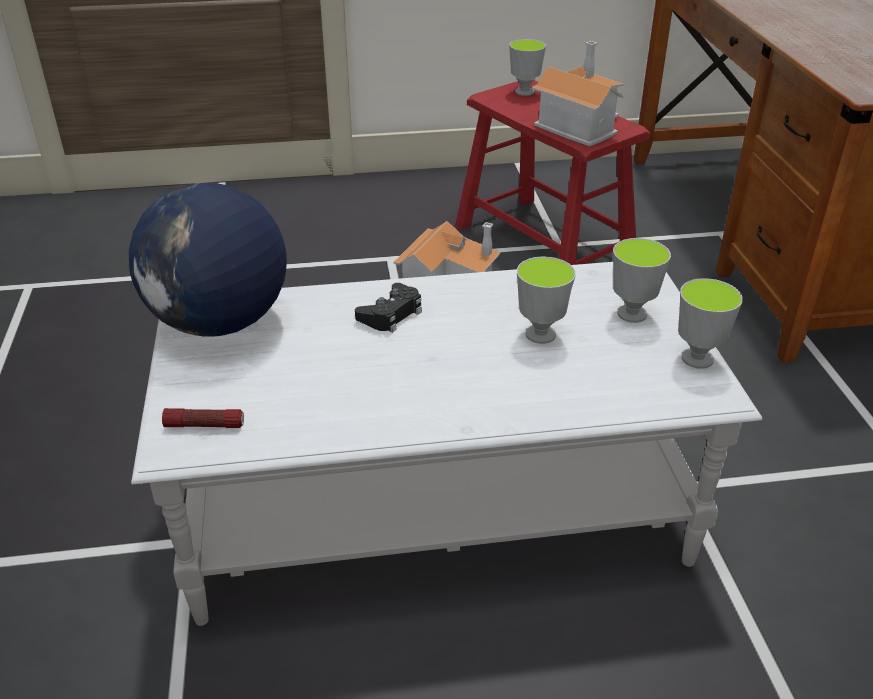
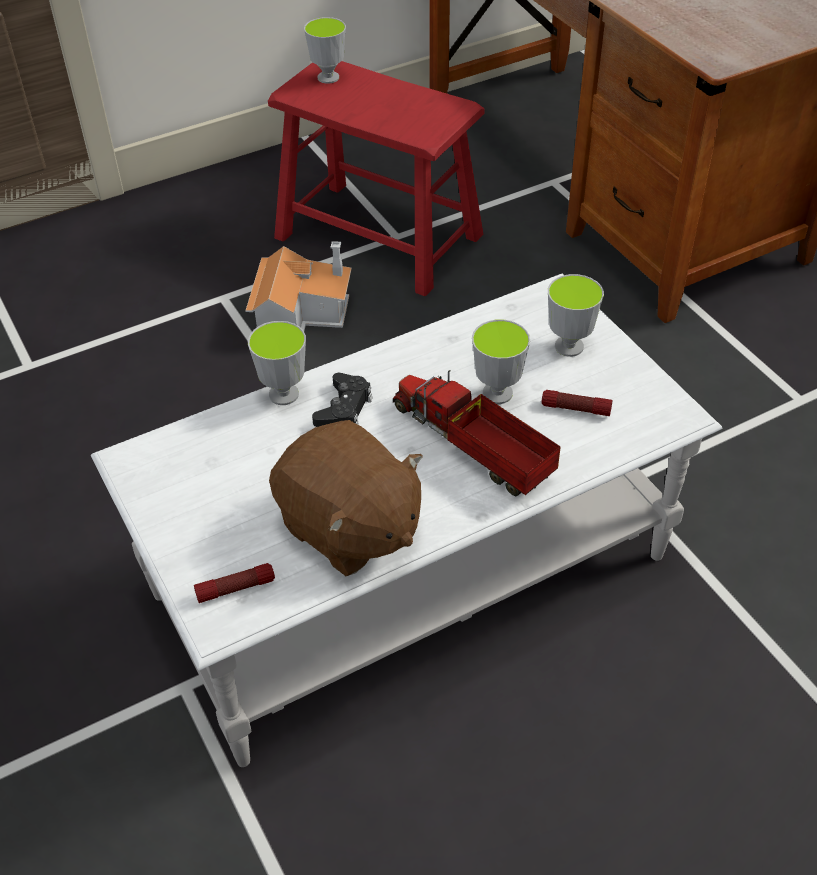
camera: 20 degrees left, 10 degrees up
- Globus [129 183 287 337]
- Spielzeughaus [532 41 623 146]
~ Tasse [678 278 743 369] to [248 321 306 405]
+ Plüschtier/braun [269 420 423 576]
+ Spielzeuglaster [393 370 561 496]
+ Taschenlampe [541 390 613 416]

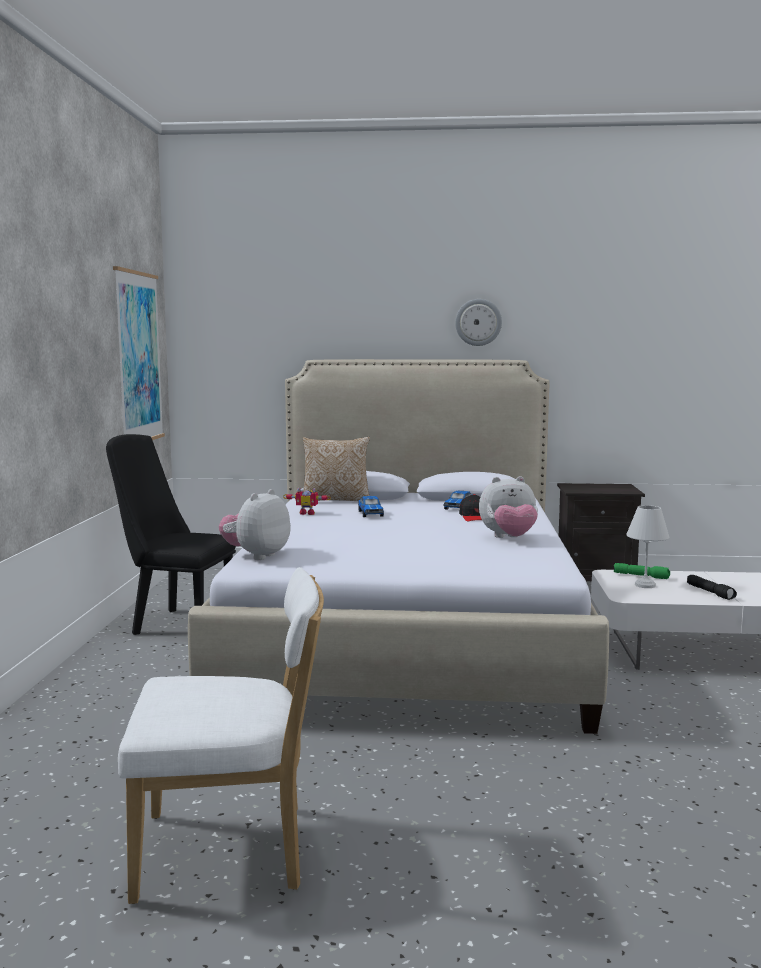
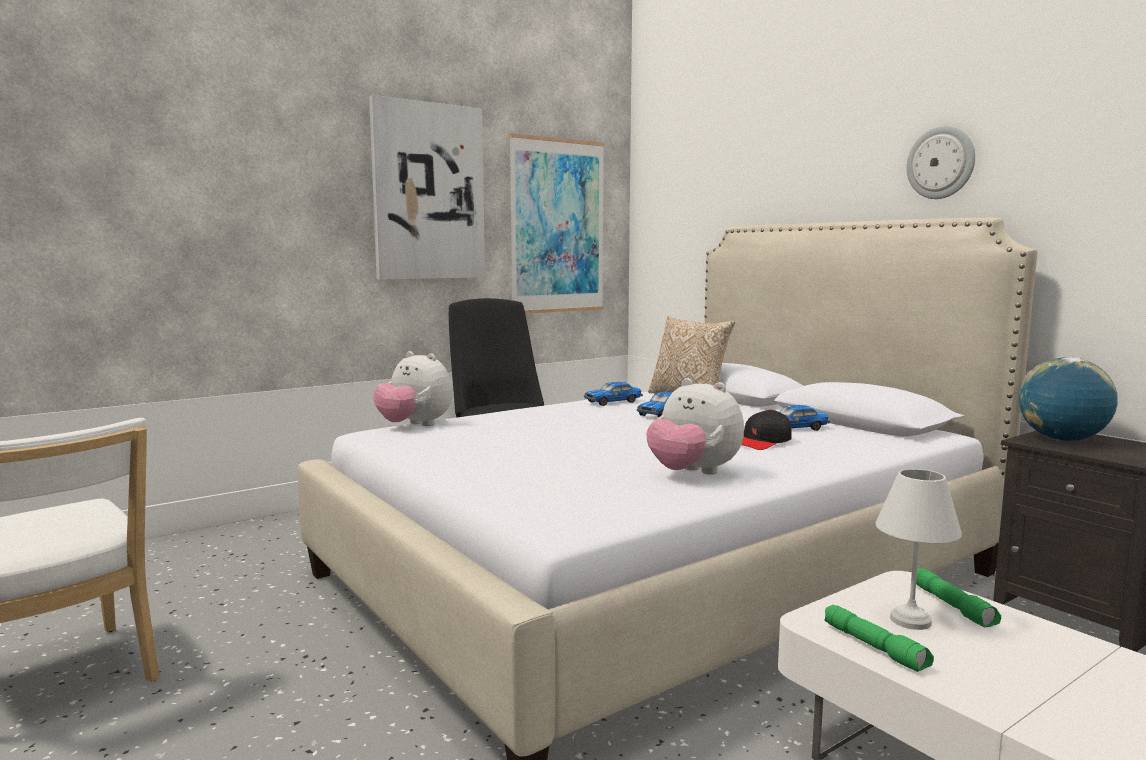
camera: 50 degrees right, 0 degrees up
~ Plüschtier [219 489 290 560] = [373 351 453 426] 135 degrees counterclockwise
~ Spielzeugroboter [284 487 331 515] to Spielzeugauto [584 382 643 406]
- Taschenlampe/schwarz [687 575 737 600]
+ Bild [369 95 485 280]
+ Taschenlampe/grün [825 605 934 672]
+ Globus [1019 357 1118 441]

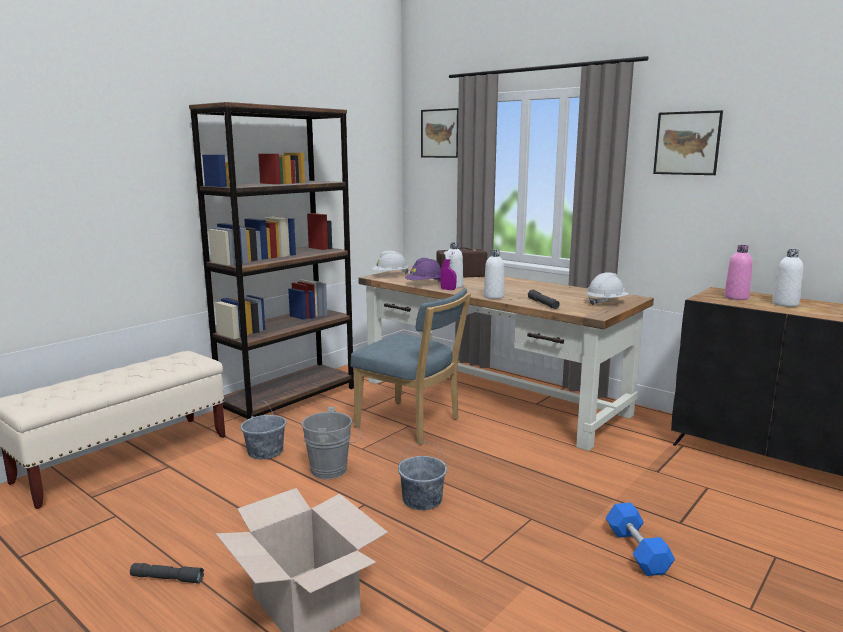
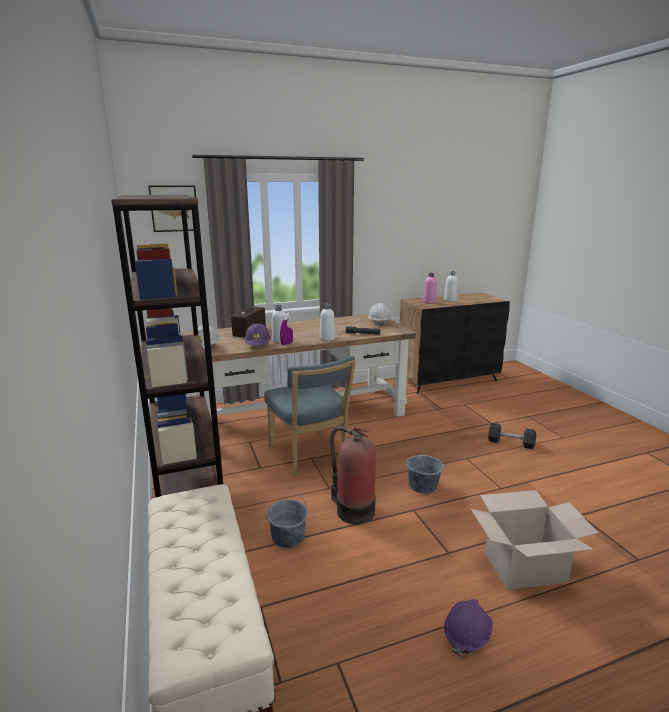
camera: 60 degrees left, 5 degrees up
~ Taschenlampe/grau [130 563 204 584] to Schutzhelm/lila [444 599 493 657]
~ Eimer/grau [302 407 361 479] to Feuerlöscher [330 426 376 525]
~ Stuhl/blau [350 288 471 444] = [264 356 356 476] 90 degrees clockwise
~ Hantel/blau [606 503 675 576] to Hantel/grau [488 423 536 449]
- Bild [653 110 723 175]

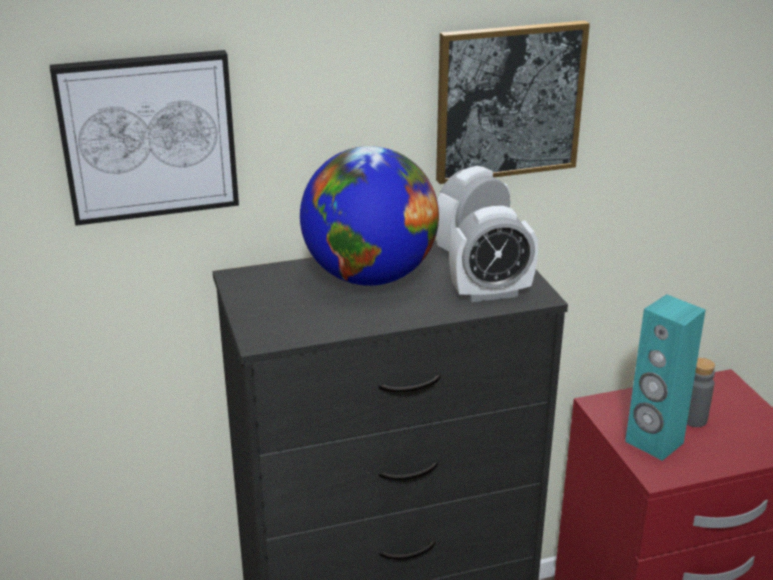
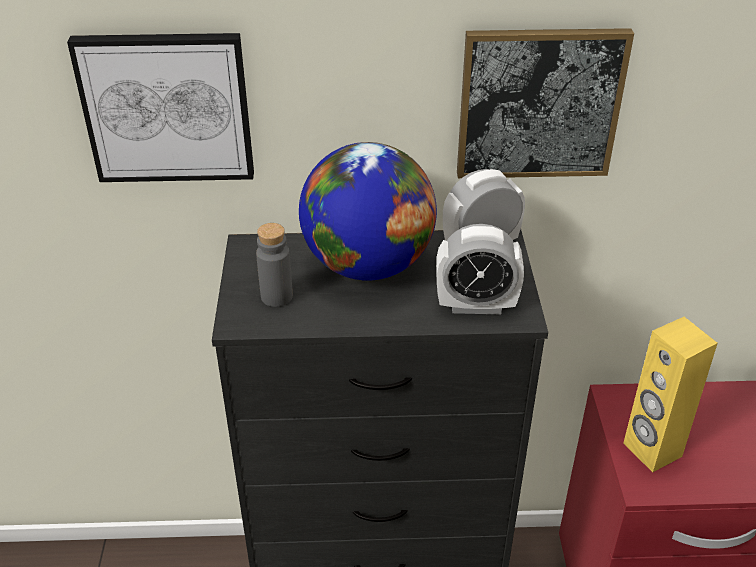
camera: 15 degrees right, 10 degrees up
~ Lautsprecher/türkis [625 294 706 461] to Lautsprecher/gelb [623 317 718 472]
~ Flasche/grau [687 358 715 427] to [256 223 293 307]

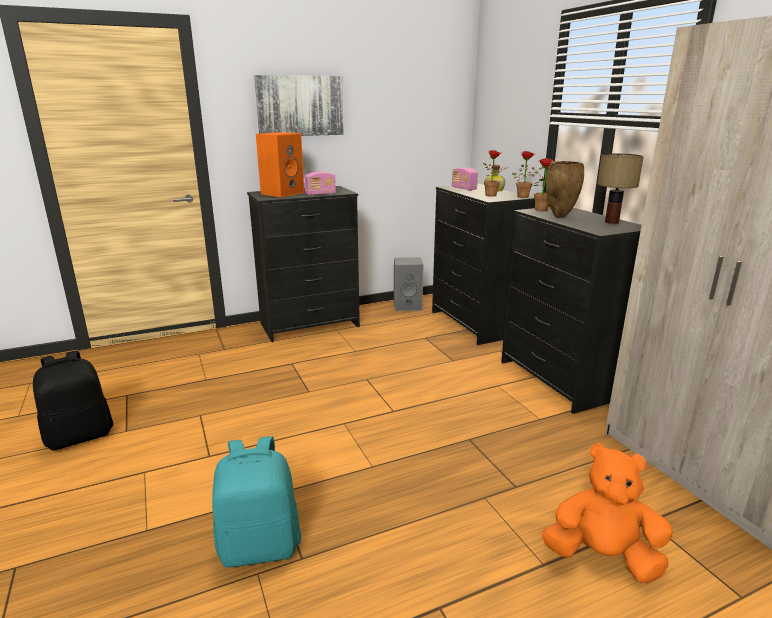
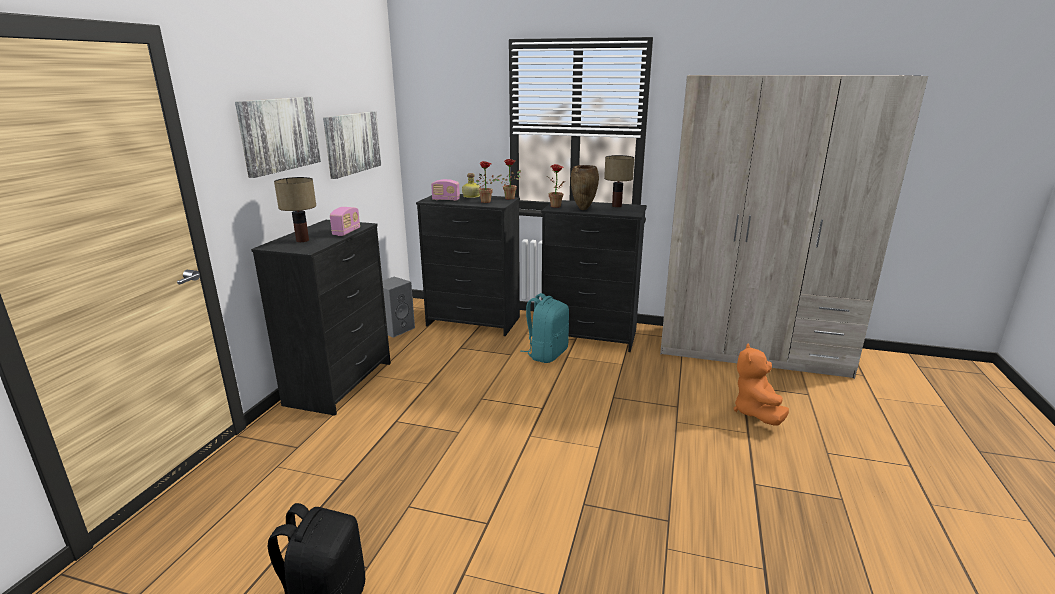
camera: 50 degrees left, 0 degrees up
~ Rucksack/türkis [212 436 301 568] to [520 293 569 363]
~ Lautsprecher/orange [256 132 304 197] to Tischlampe [274 177 316 242]
~ Plüschtier/orange [542 443 672 583] = [733 343 789 426] 45 degrees counterclockwise
+ Bild [323 111 381 179]

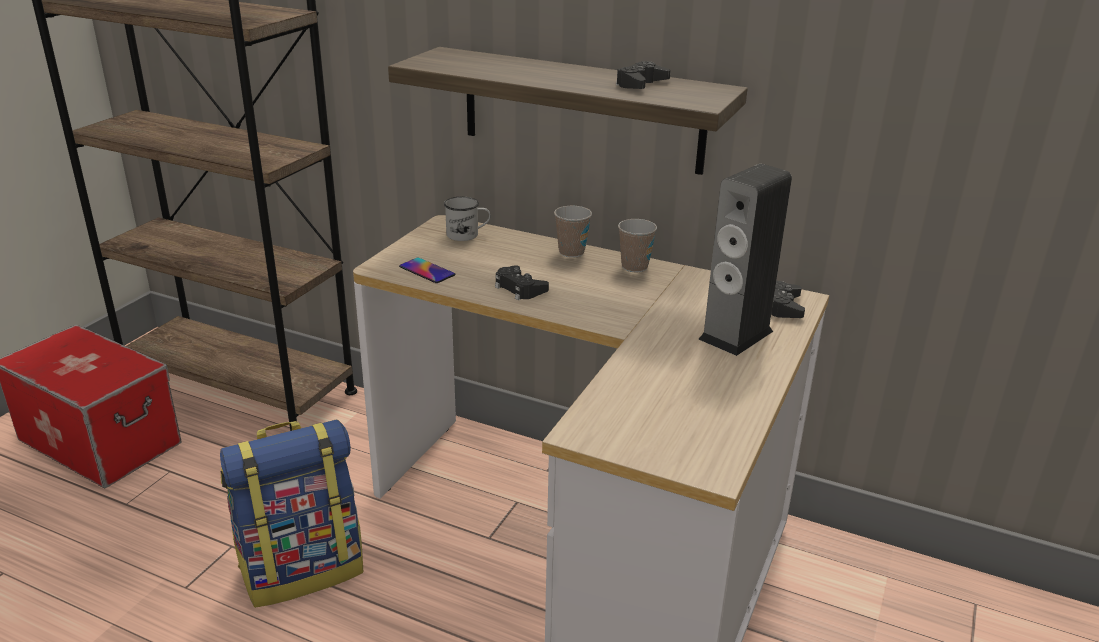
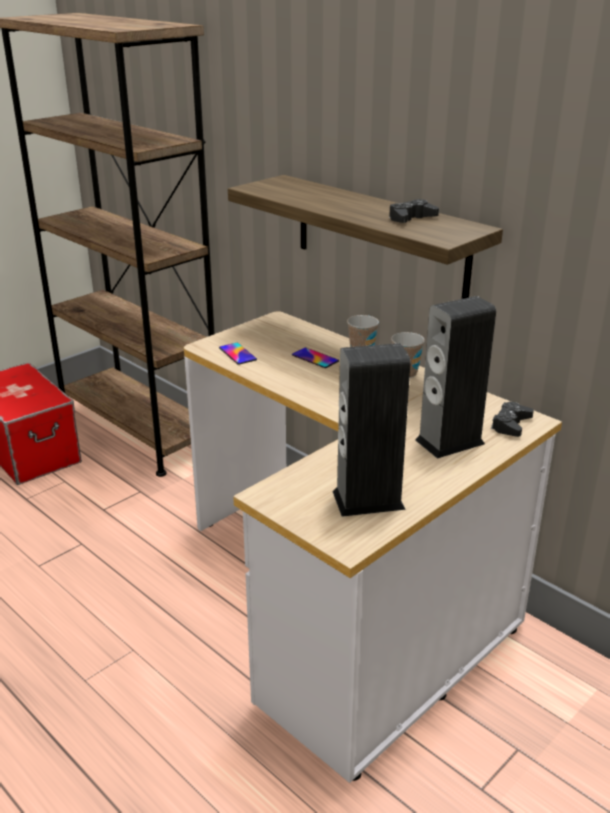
camera: 20 degrees right, 0 degrees up
- Rucksack [220 419 364 608]
- Henkelbecher/weiß [444 197 491 241]
- Gamepad/schwarz [495 265 549 301]
+ Handy [292 348 339 368]
+ Lautsprecher [332 343 410 517]

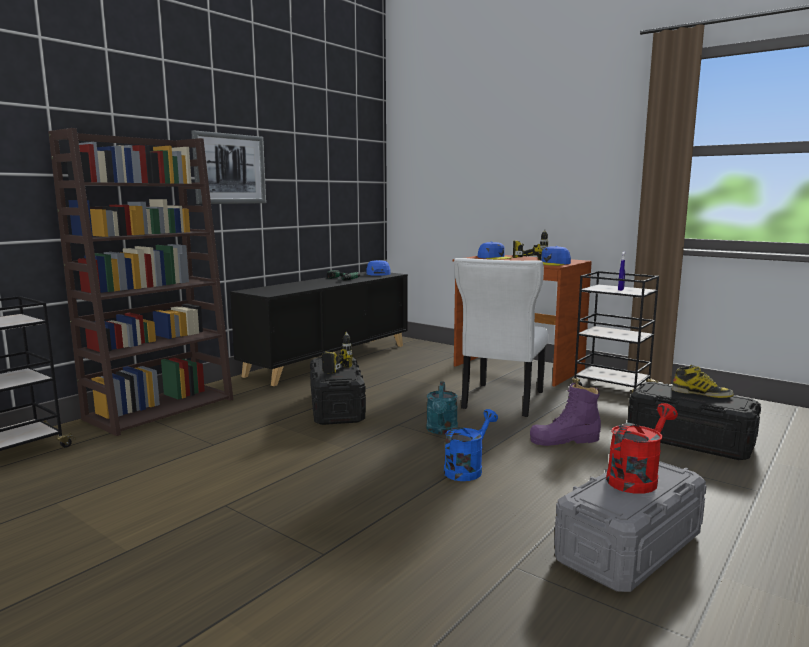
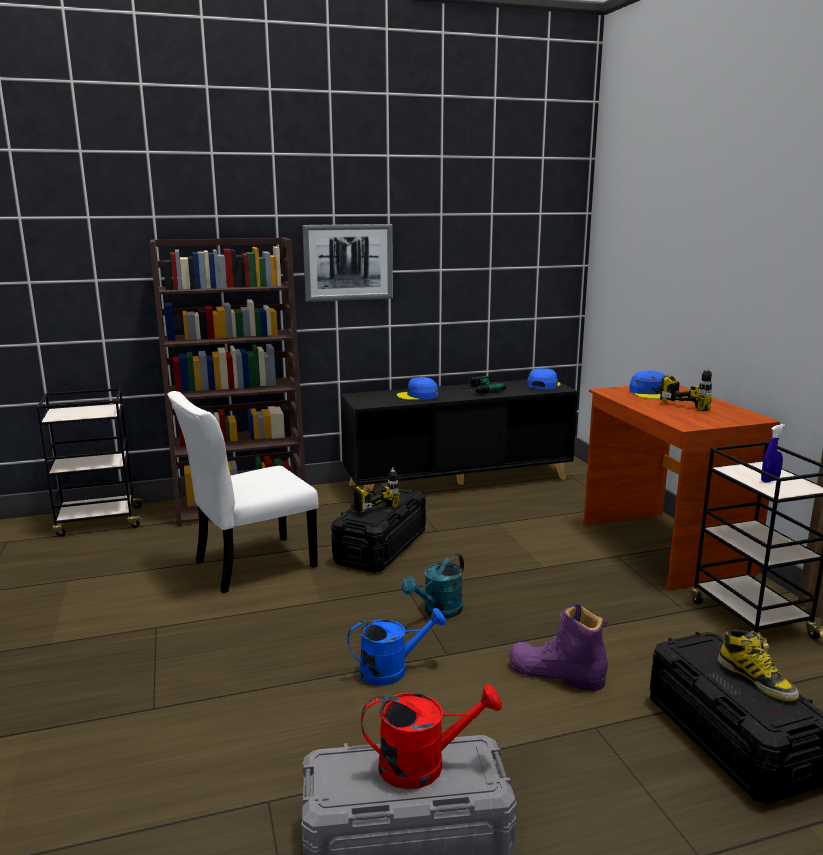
camera: 35 degrees right, 5 degrees up
~ Stuhl/weiß [454 258 548 417] to [167 391 319 593]
~ Kappe/blau [541 246 571 266] to [397 377 438 400]

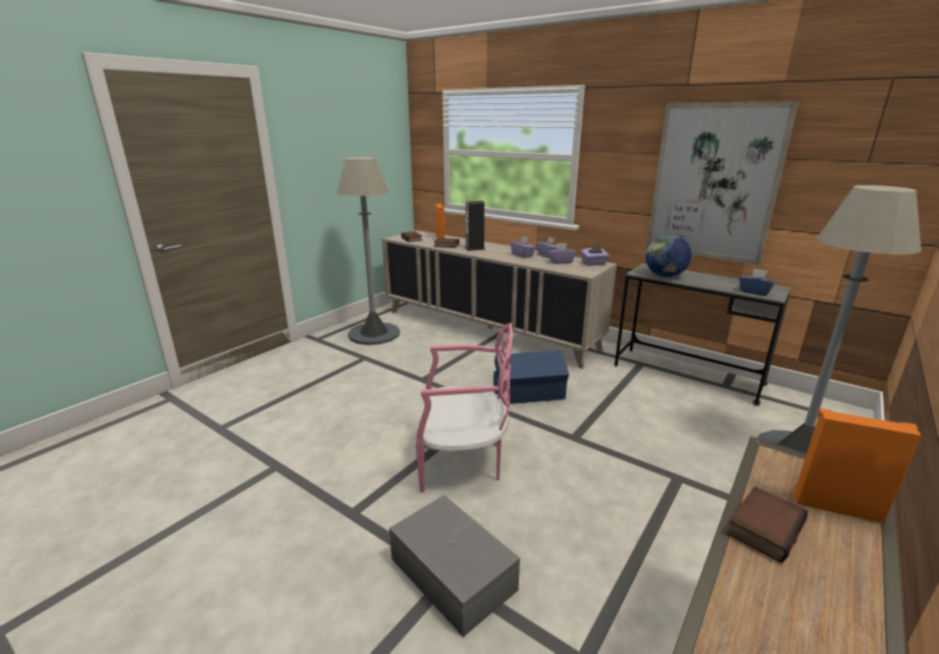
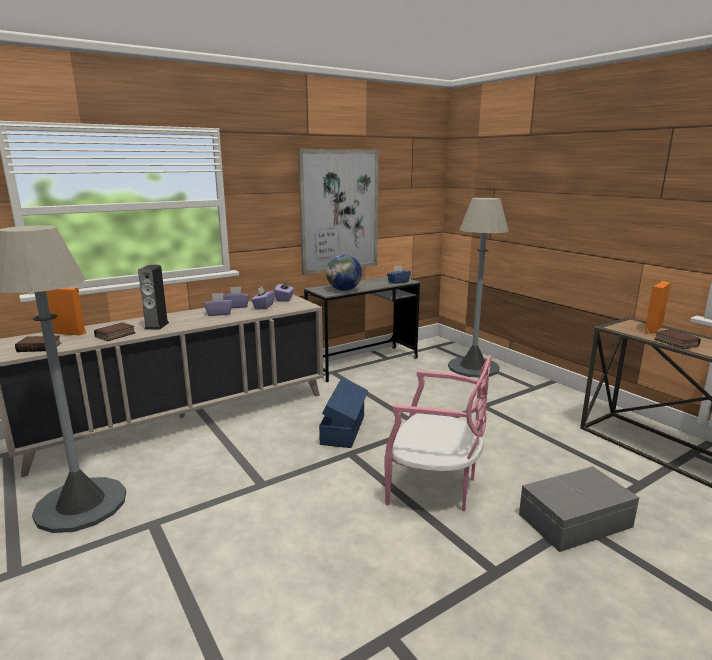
camera: 70 degrees left, 5 degrees down
~ Stuhl/rosa [416 323 513 492] = [384 355 492 511] 90 degrees clockwise

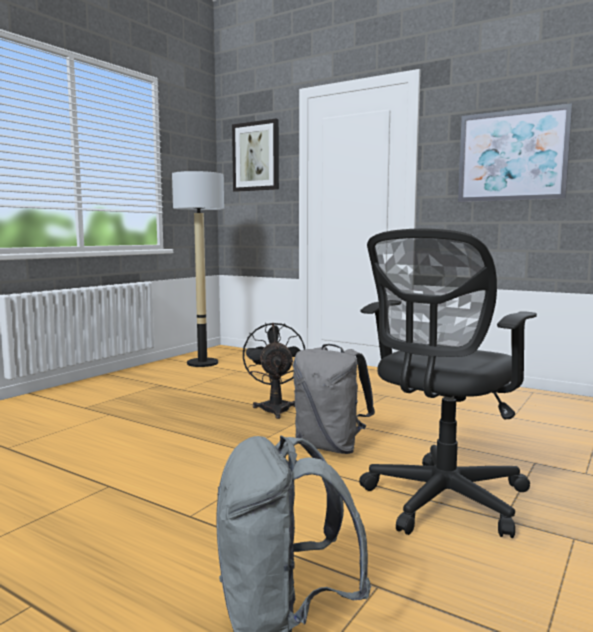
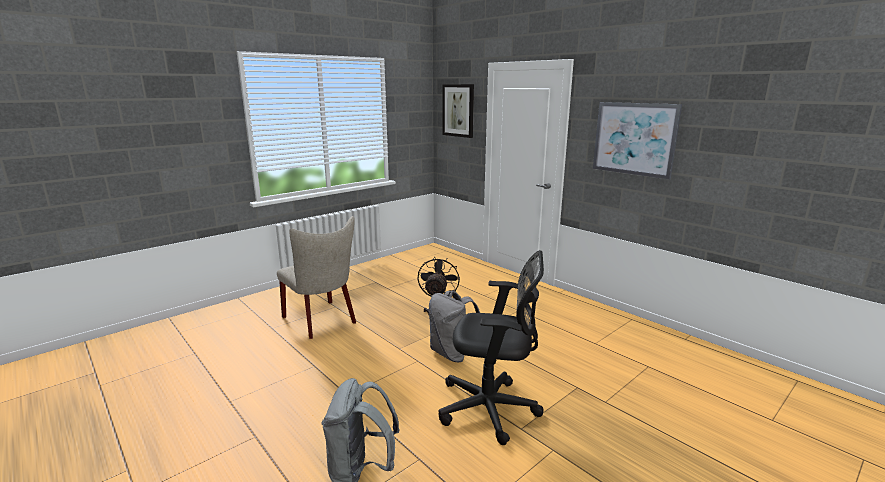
camera: 15 degrees right, 10 degrees up
- Stehlampe [172 171 224 367]
~ Bürostuhl/schwarz [359 228 537 538] = [438 250 544 445] 135 degrees counterclockwise
+ Stuhl/beige [277 216 356 339]

